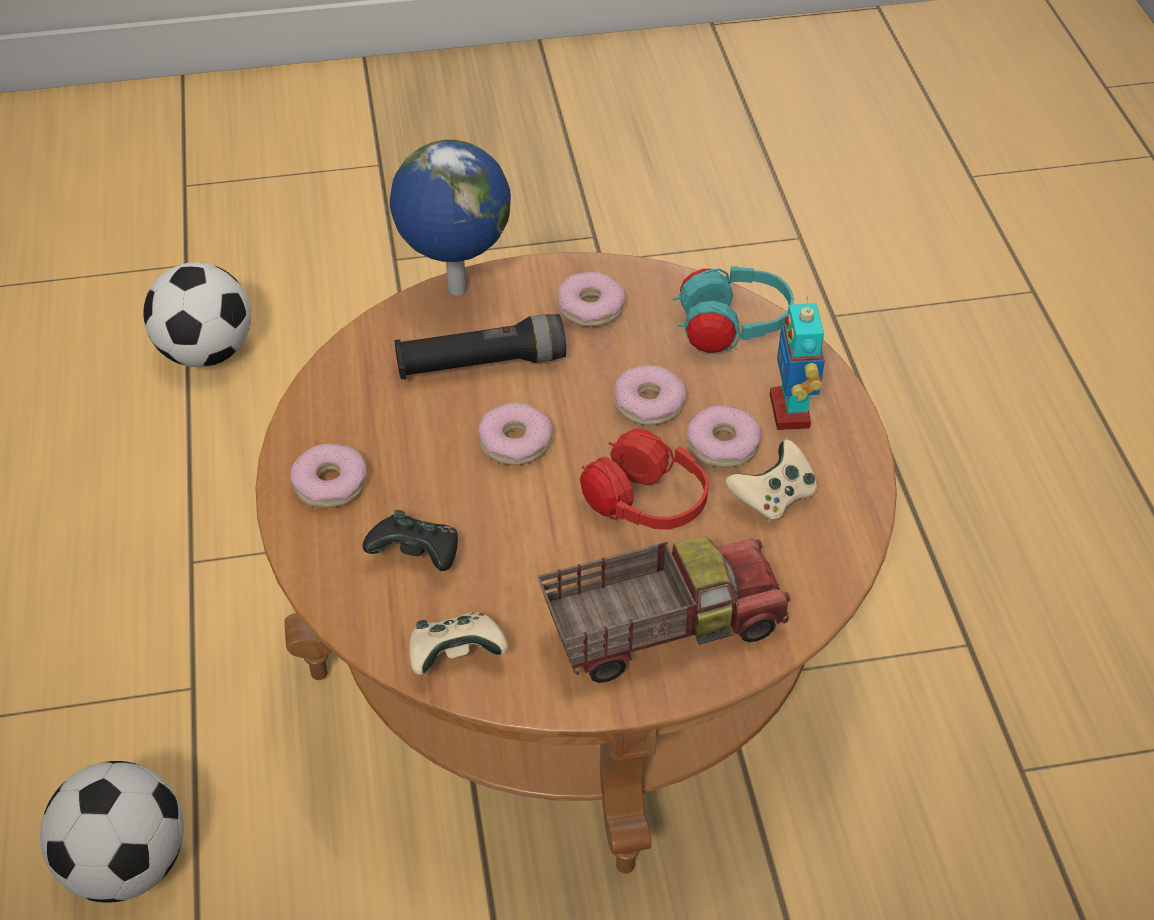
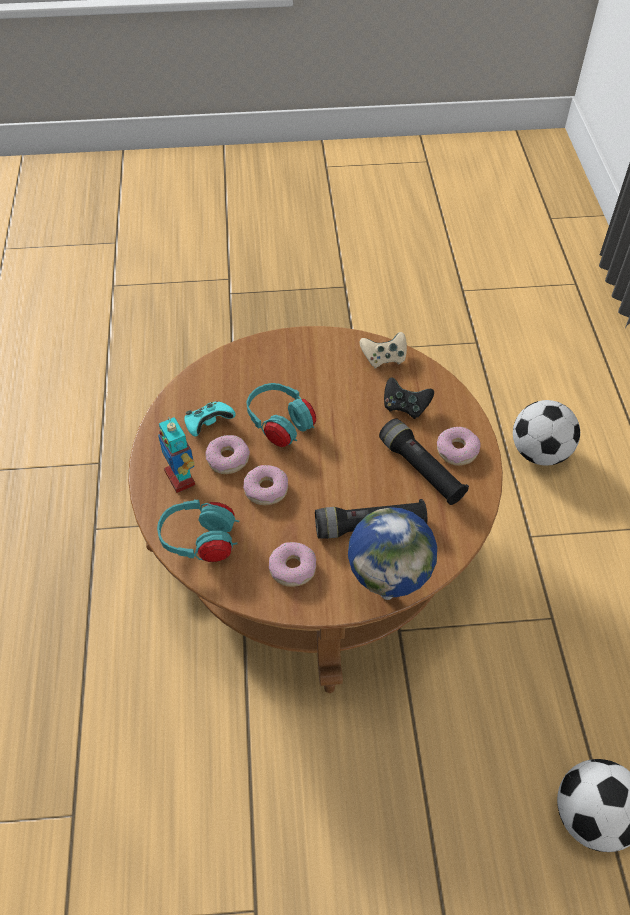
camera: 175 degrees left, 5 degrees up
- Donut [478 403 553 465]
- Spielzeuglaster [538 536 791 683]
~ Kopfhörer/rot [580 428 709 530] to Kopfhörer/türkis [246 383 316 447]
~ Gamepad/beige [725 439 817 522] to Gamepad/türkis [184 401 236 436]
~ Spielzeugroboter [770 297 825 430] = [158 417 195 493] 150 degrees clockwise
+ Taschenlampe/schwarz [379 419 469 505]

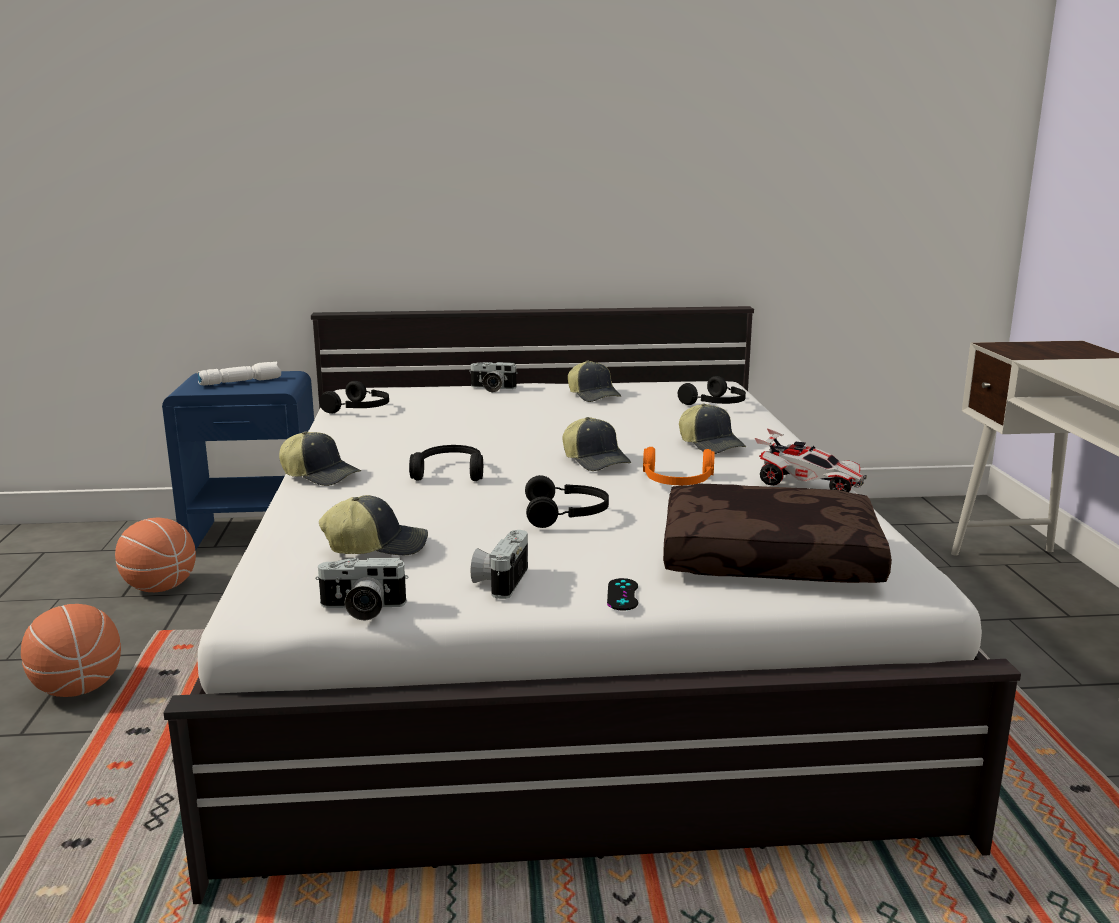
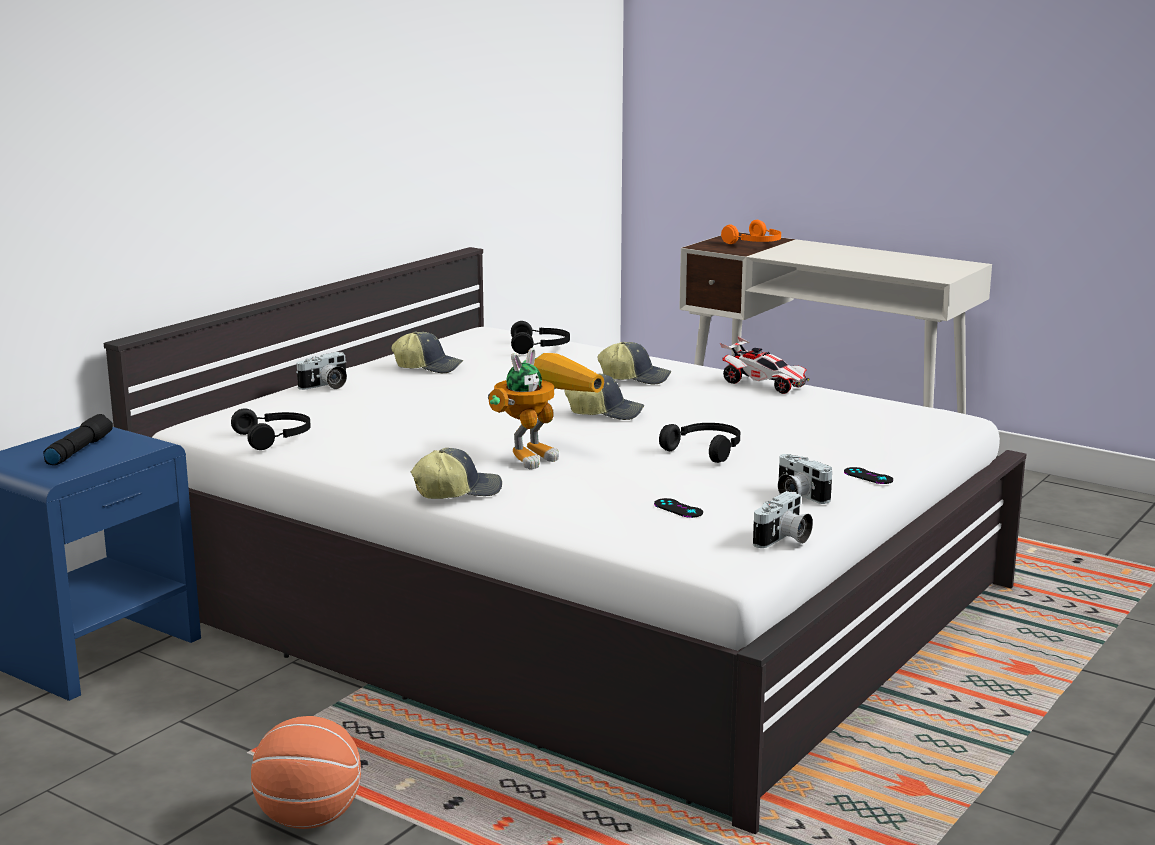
camera: 50 degrees left, 0 degrees up
- Basketball [115 518 196 592]
~ Taschenlampe/weiß [197 362 281 386] to Taschenlampe/schwarz [44 414 113 465]
~ Kappe [319 495 428 555] to Gamepad/schwarz [654 498 703 518]
~ Kopfhörer/schwarz [409 445 483 481] to Spielzeugroboter [488 348 604 470]
~ Kopfhörer/orange [643 447 715 485] to [721 220 781 244]
- Kissen/braun [663 484 892 583]
~ Spielzeugauto [755 428 867 492] = [720 336 809 394] 60 degrees clockwise

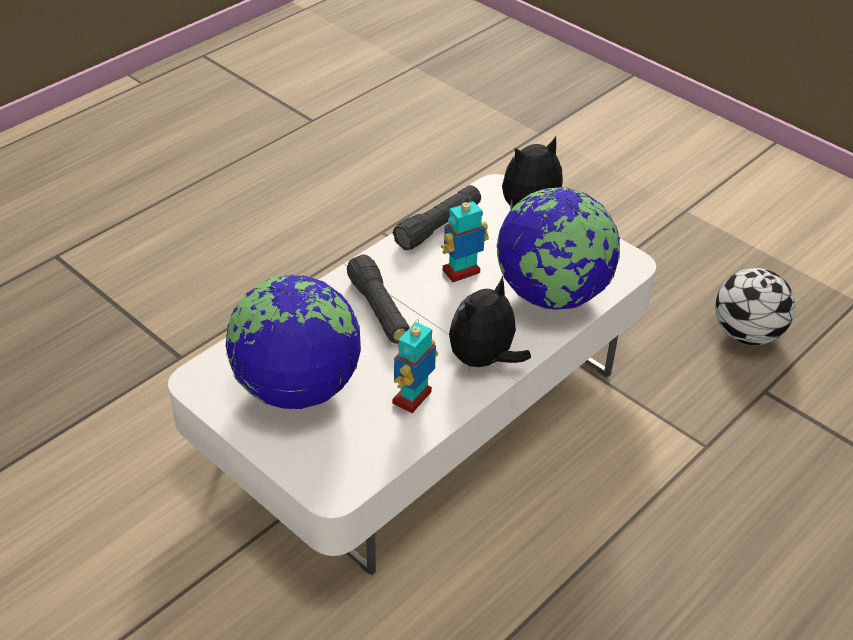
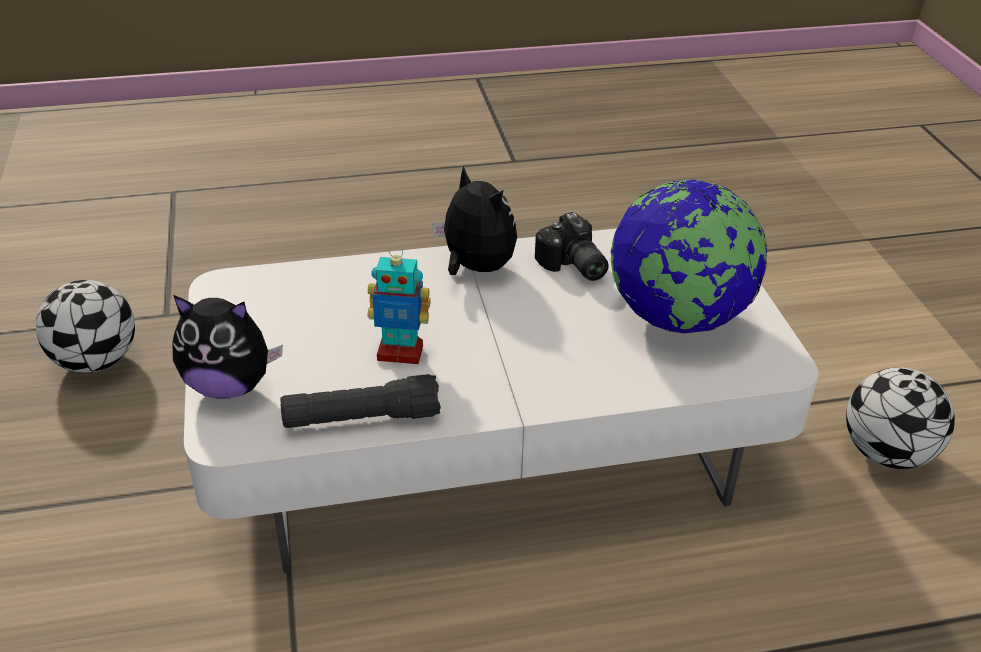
camera: 145 degrees left, 5 degrees down
- Taschenlampe/schwarz [347 254 410 344]
~ Spielzeugroboter [393 319 438 413] to Kamera [535 212 609 281]
~ Plüschtier [449 276 531 370] = [432 166 517 275] 120 degrees counterclockwise
- Globus [497 187 620 310]
+ Fußball [846 367 955 469]

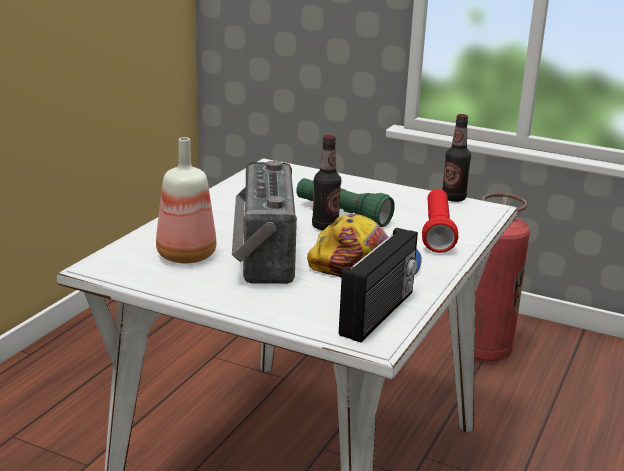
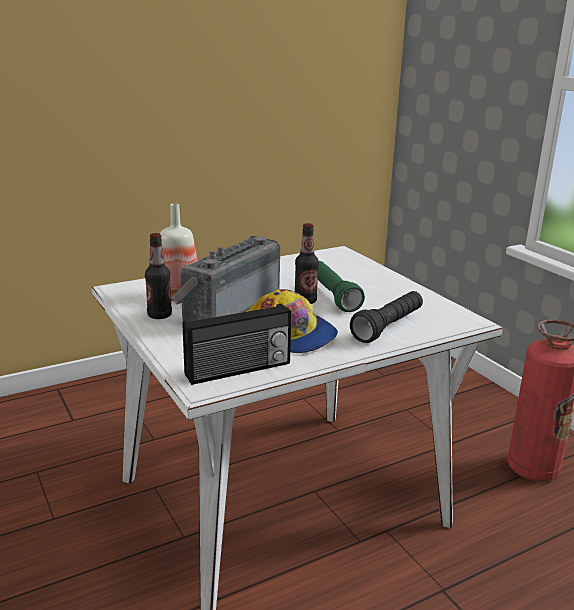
camera: 35 degrees right, 0 degrees up
~ Taschenlampe/rot [422 189 459 253] to Taschenlampe/schwarz [350 291 423 343]
~ Flasche [442 114 471 202] to [145 233 172 319]

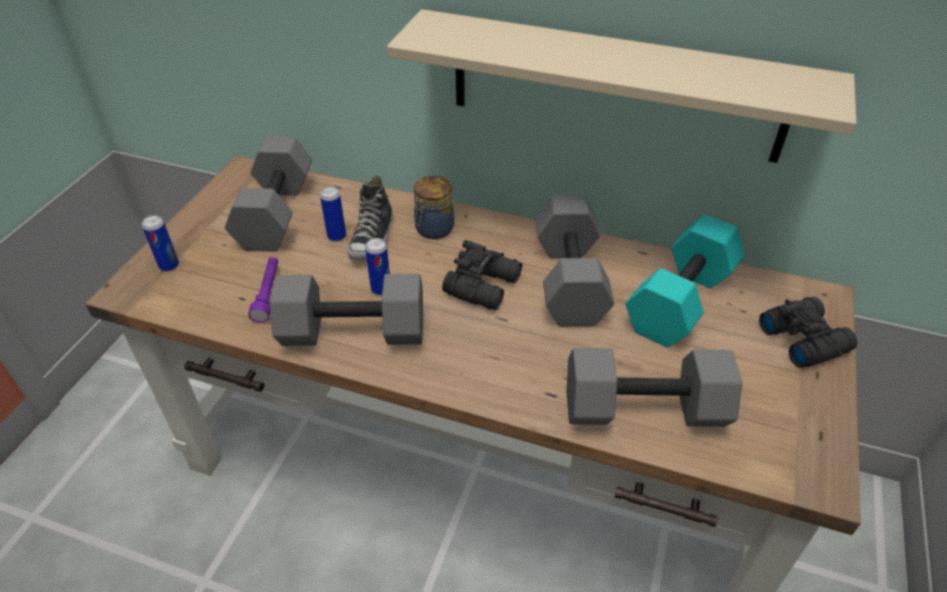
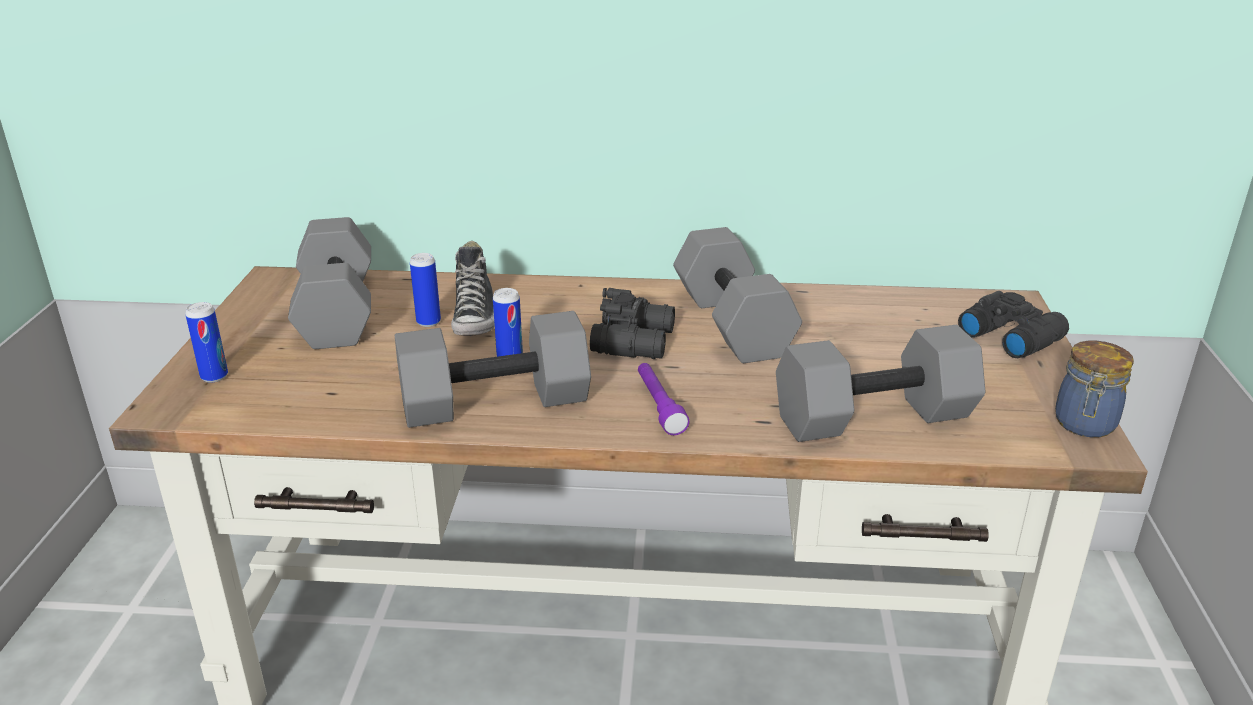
camera: 15 degrees left, 15 degrees down
~ Taschenlampe/lila [248 257 278 323] to [638 363 689 435]
- Wandregal/beige [387 9 856 163]
~ Vorratsglas [414 176 454 239] to [1055 341 1134 438]
- Hantel/türkis [625 215 744 347]

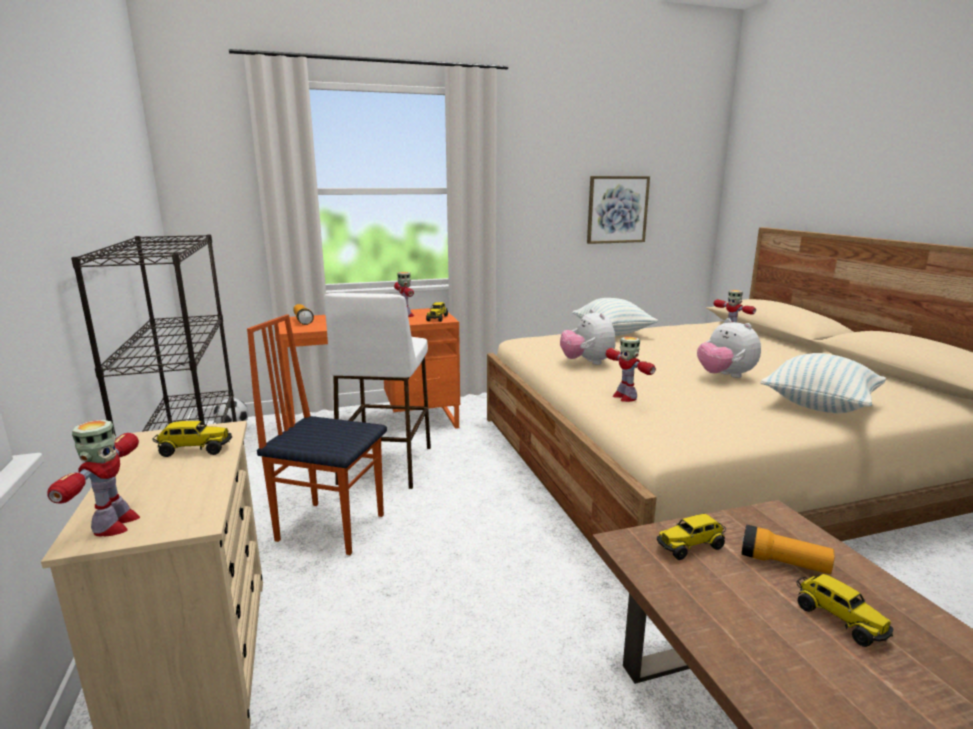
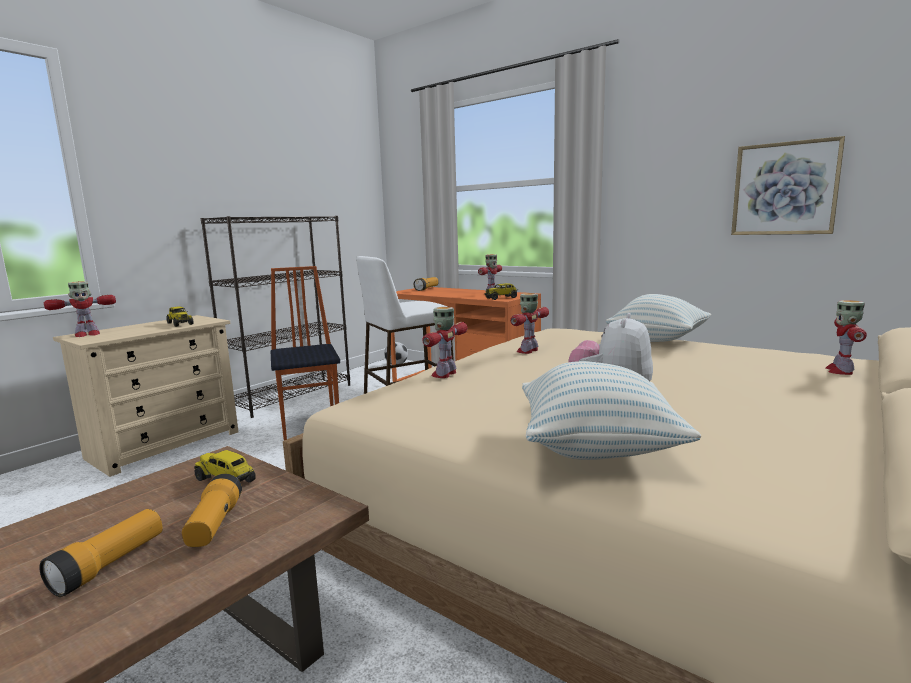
camera: 55 degrees right, 5 degrees down
~ Plüschtier [560 309 616 365] to Spielzeugroboter [510 293 549 354]
~ Spielzeuglaster [796 574 893 647] to Taschenlampe [39 509 163 597]

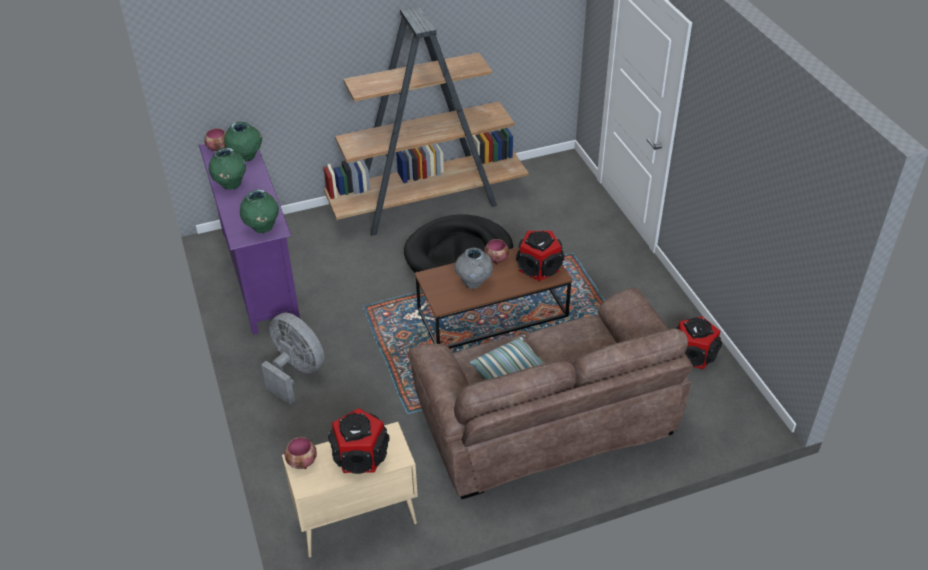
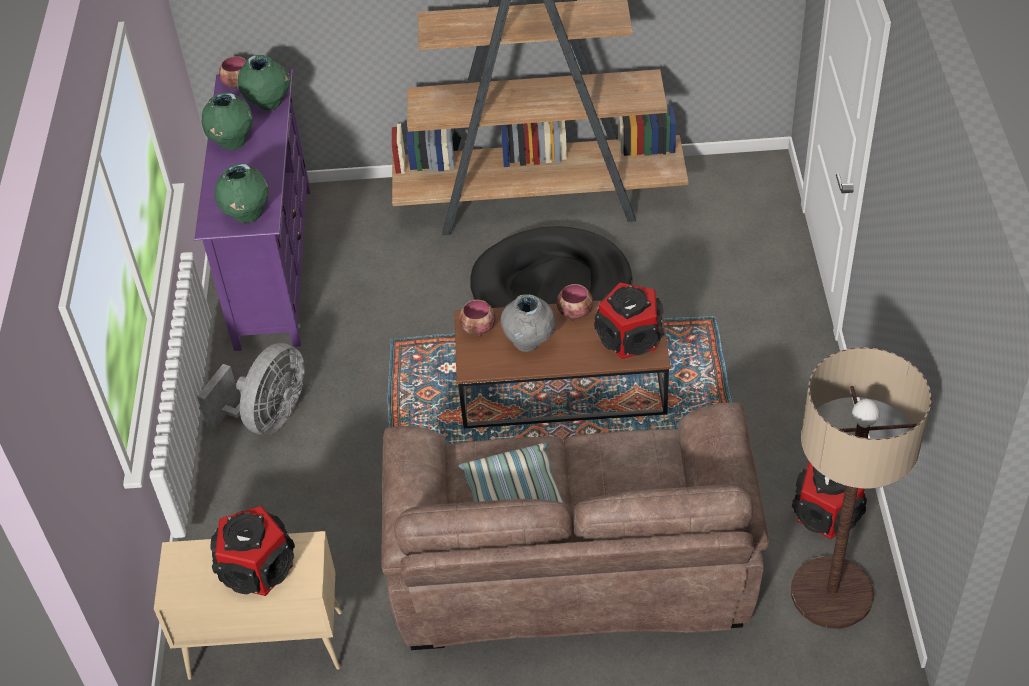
camera: 20 degrees right, 5 degrees up
~ Ventilator/grau [261 313 325 404] = [197 343 305 435] 60 degrees clockwise
~ Schüssel [284 437 317 469] to [459 300 496 337]
+ Stehlampe [791 347 931 629]

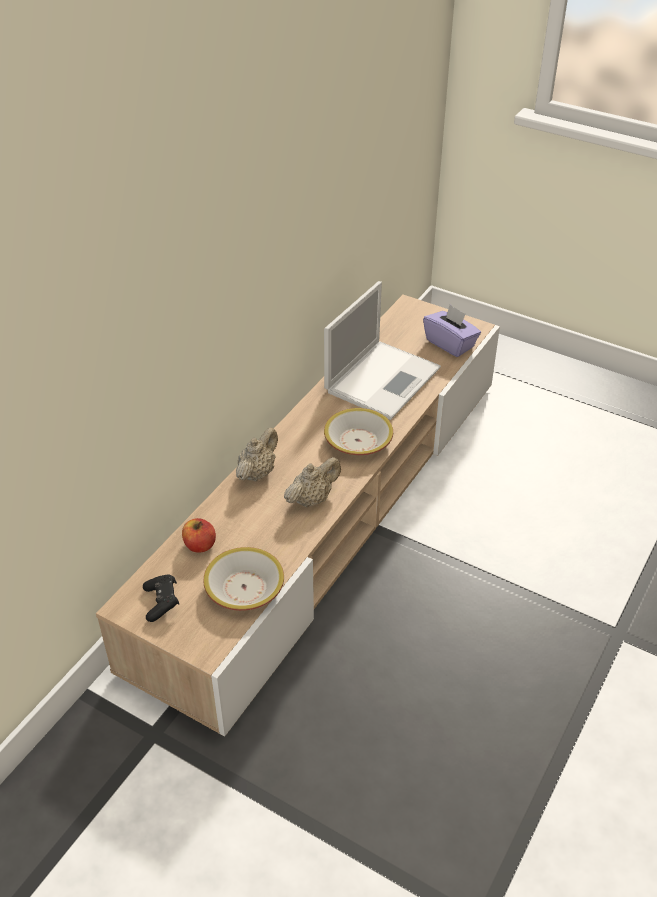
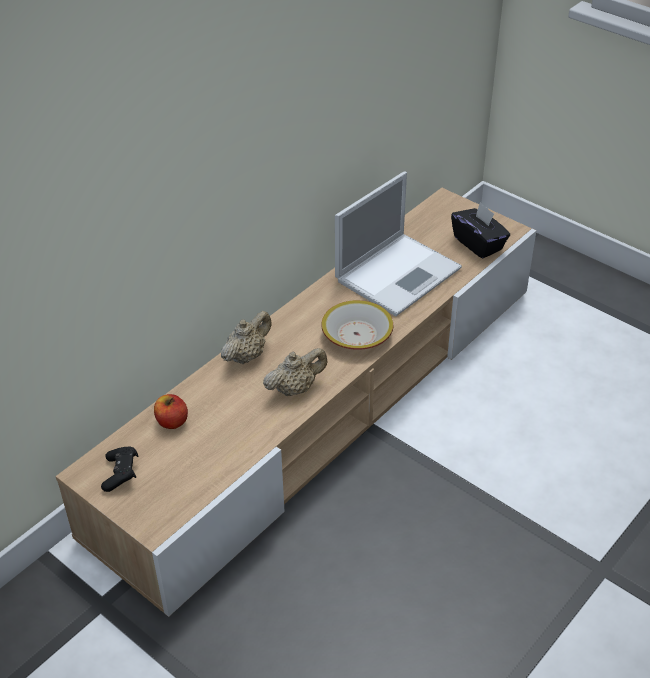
camera: 10 degrees right, 0 degrees up
- Schüssel [203 547 284 611]
~ Taschentuchbox/lila [423 305 481 357] to Taschentuchbox/schwarz [451 202 510 258]

